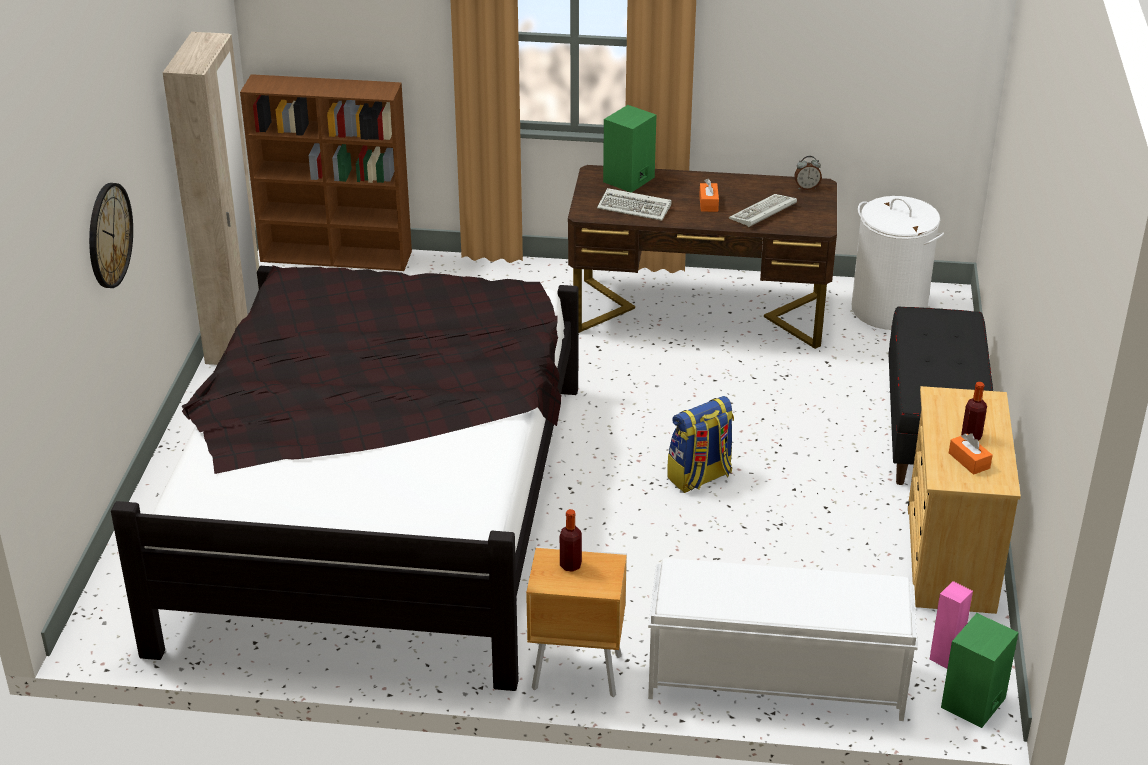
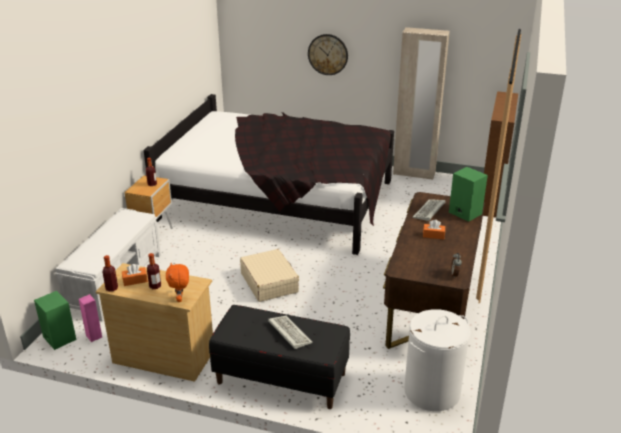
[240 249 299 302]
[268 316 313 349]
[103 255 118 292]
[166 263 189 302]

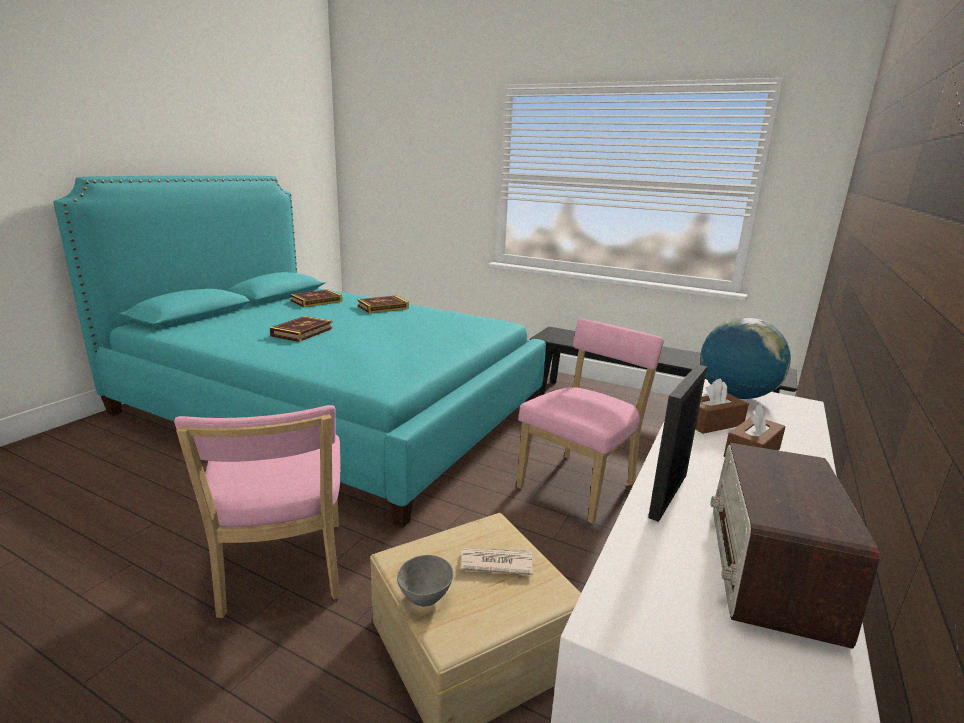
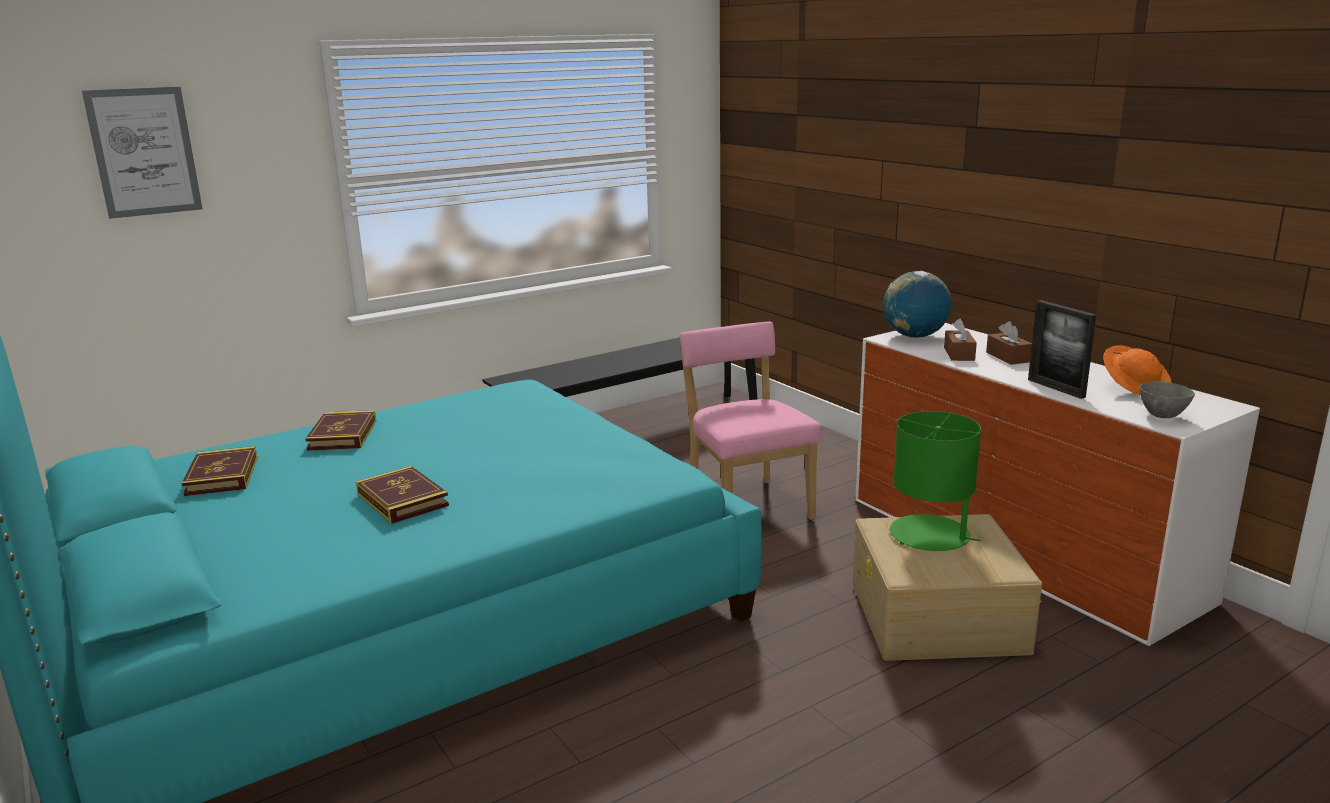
[174 405 341 618] (first image)
[1139 382 1195 418]
[890 411 981 551]
[1103 345 1171 396]
[82 87 203 219]

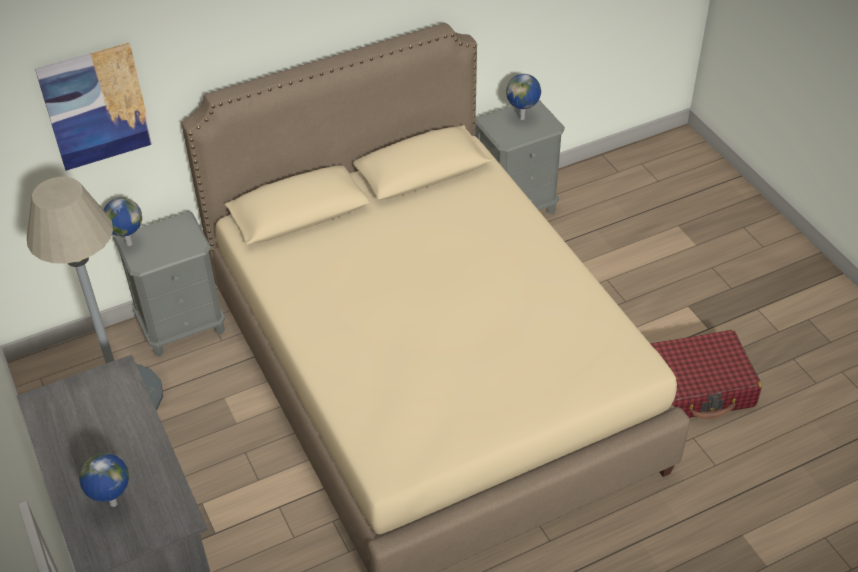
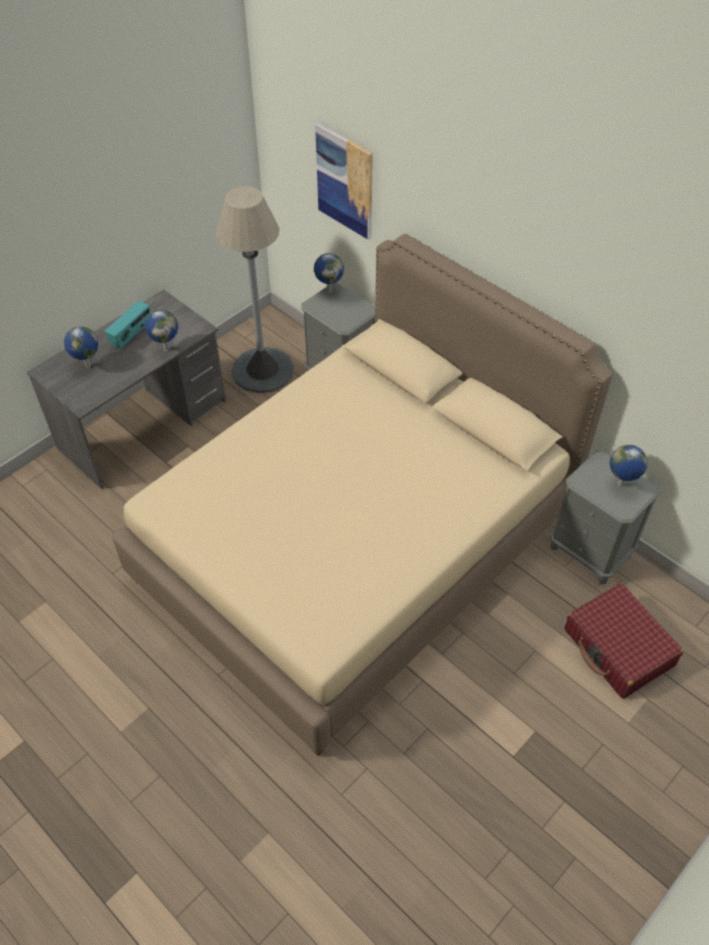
[565 583 683 699]
[105 301 150 349]
[145 310 178 351]

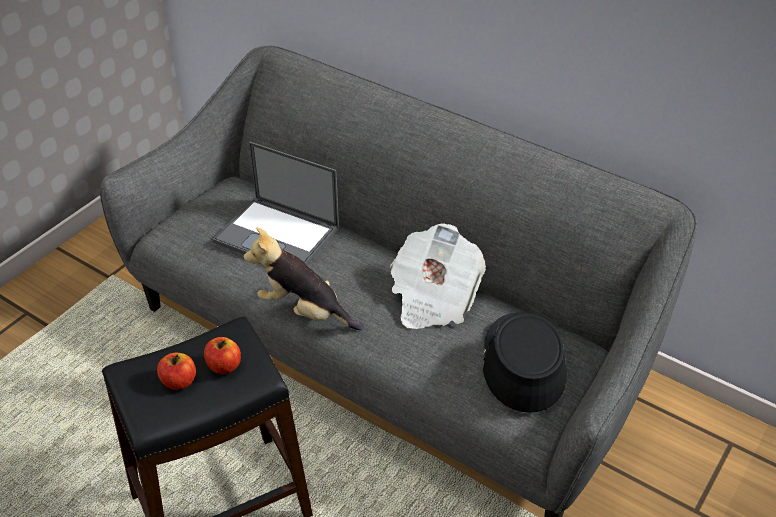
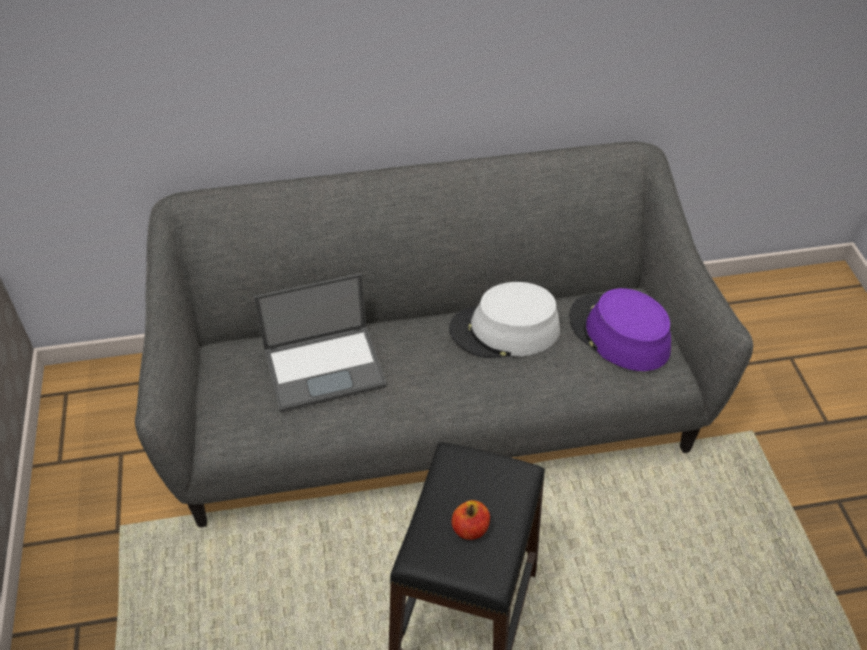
[204 337 241 374] (first image)
[244 227 364 330] (first image)
[449 282 560 358]
[569 288 671 371]

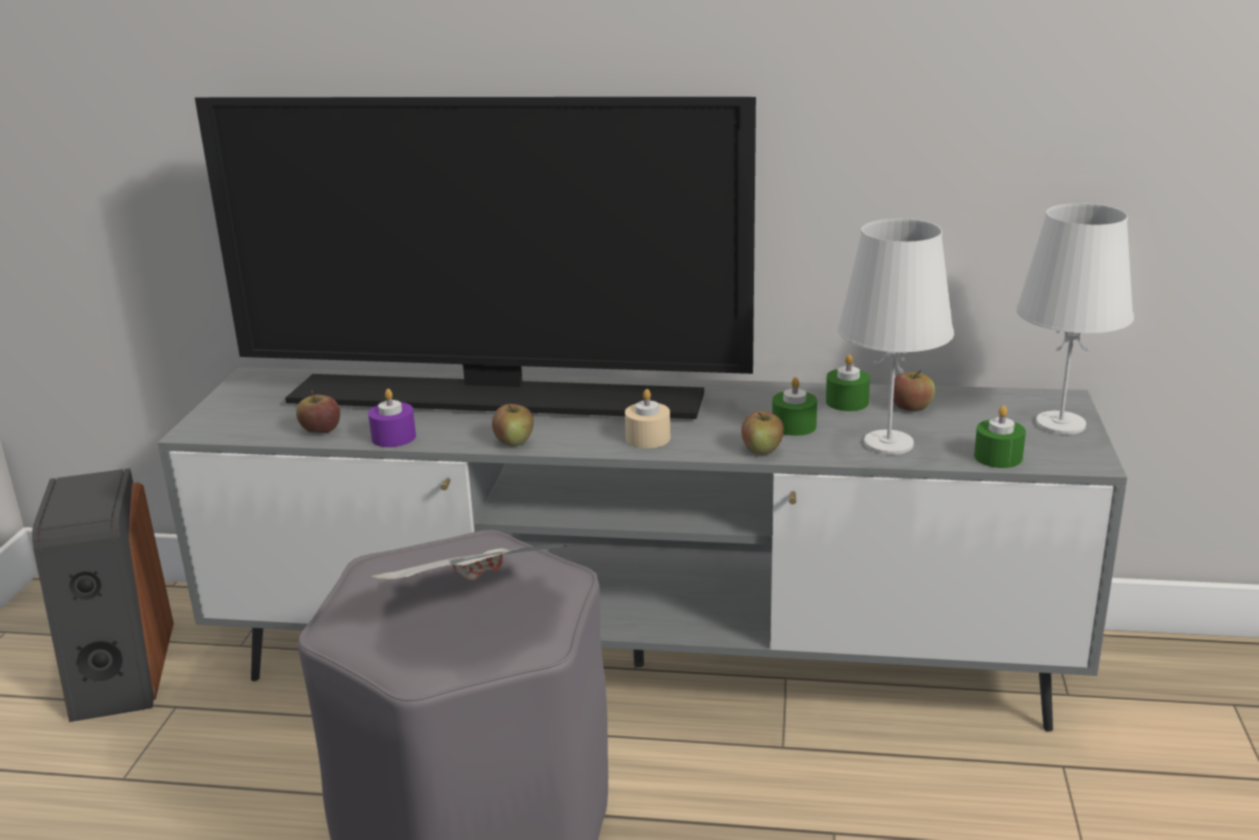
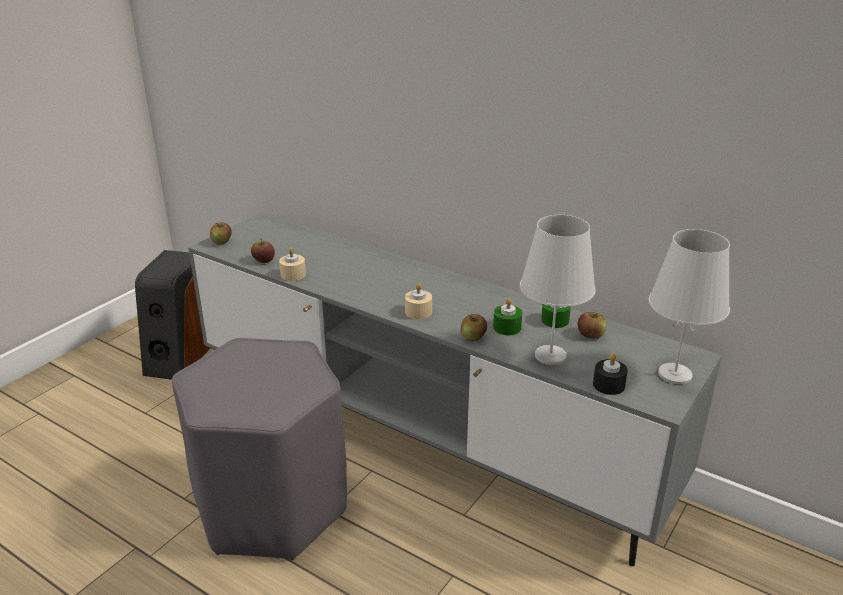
[195 97 756 419] (first image)
[279 248 306 281]
[371 544 569 580] (first image)
[210 223 232 245]
[593 354 628 395]

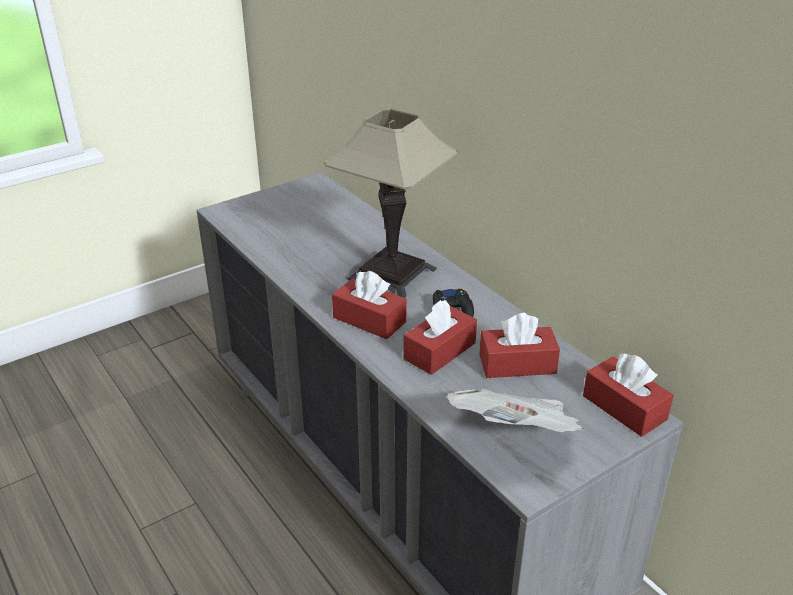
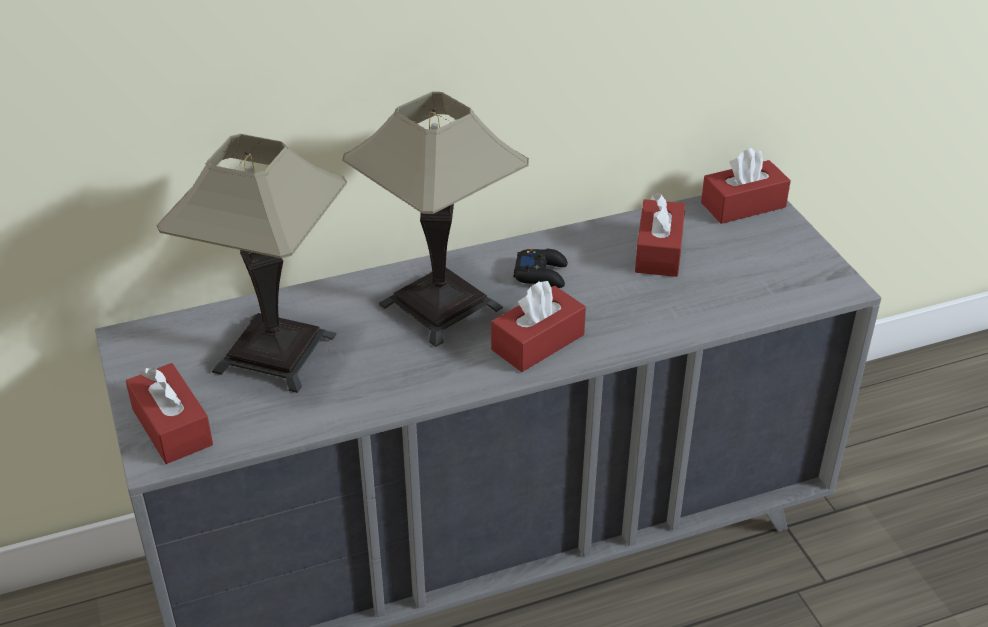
[126 363 213 464]
[447 389 584 432] (first image)
[157 134 347 393]

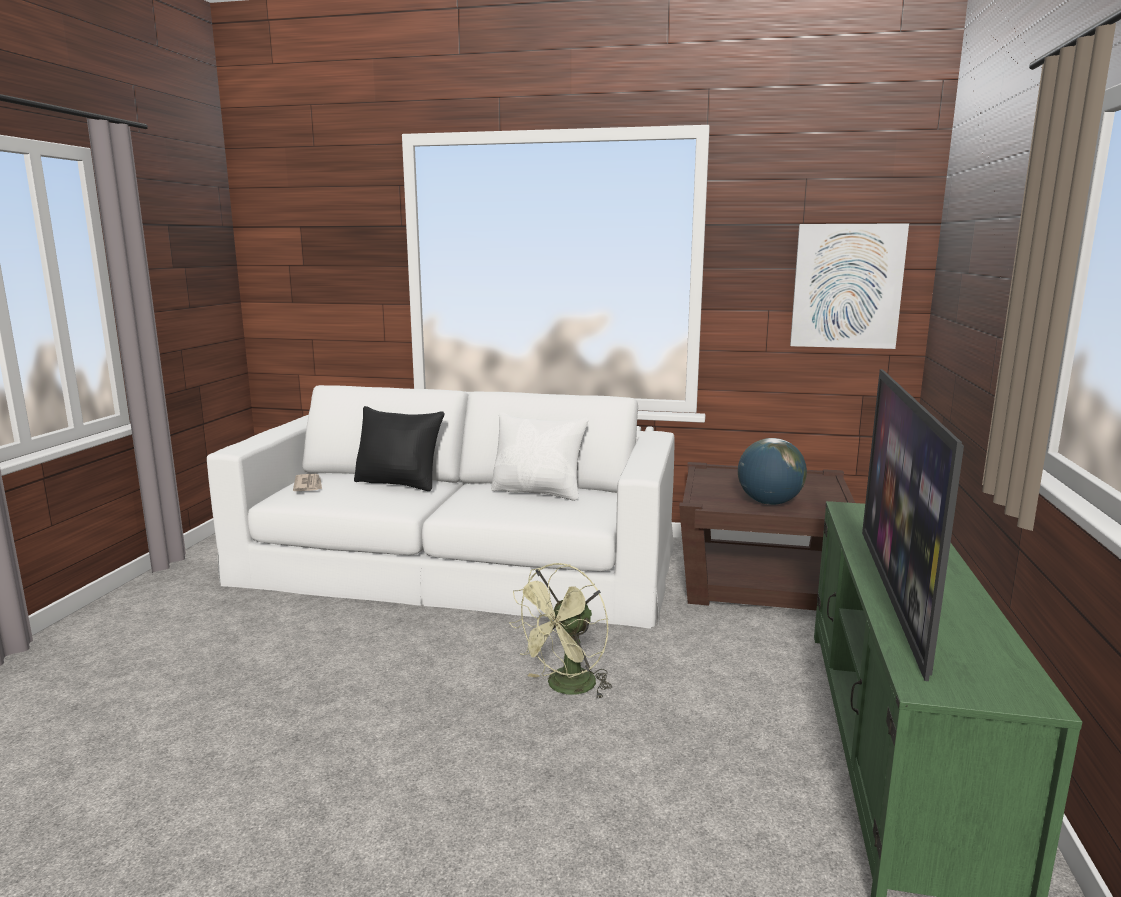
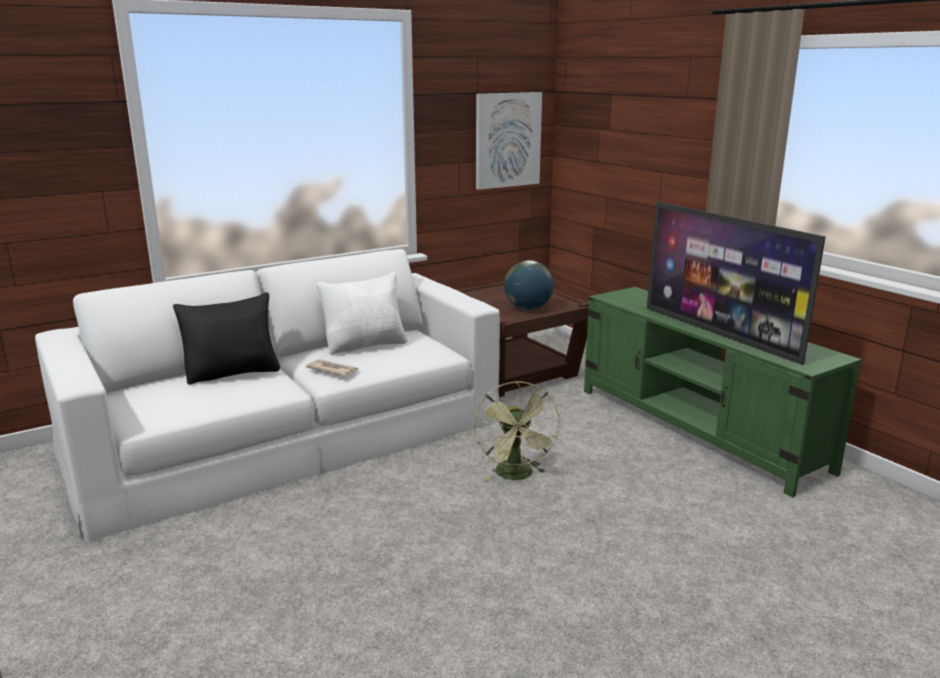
[306 359 358 376]

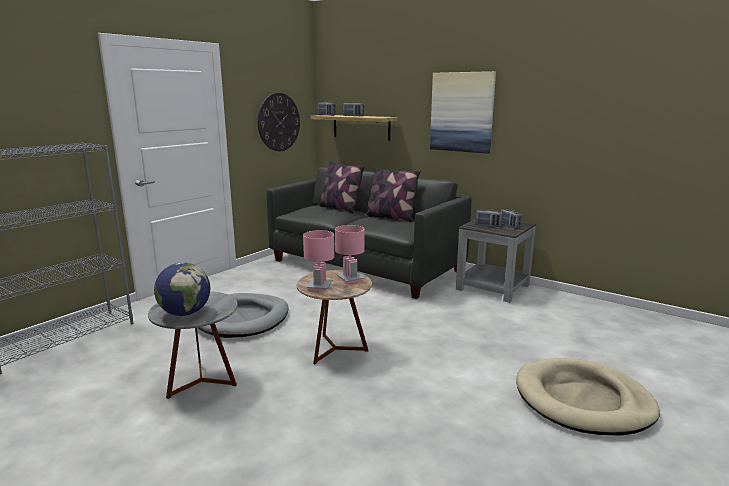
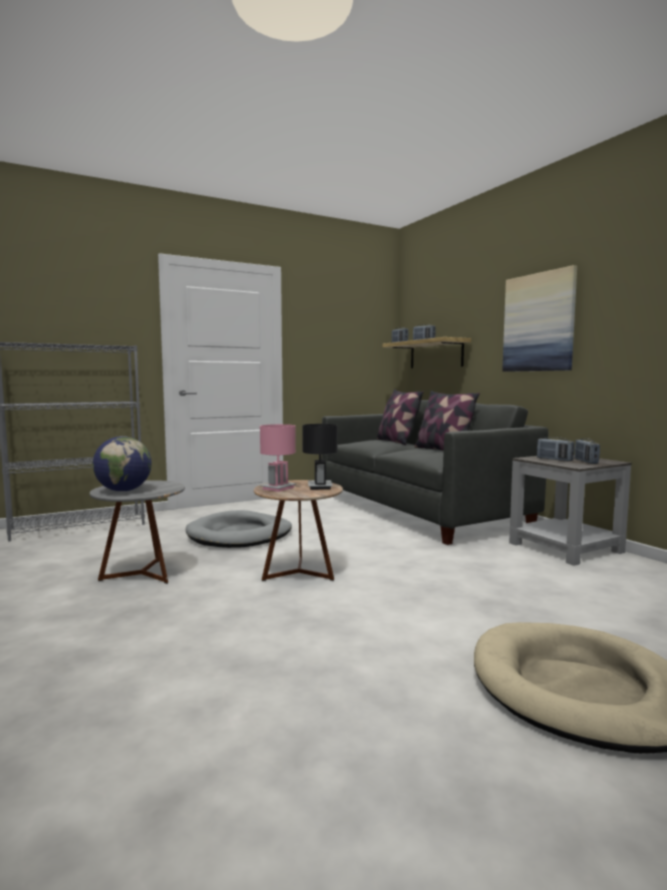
[258 93 300 151] (first image)
[302 424 337 490]

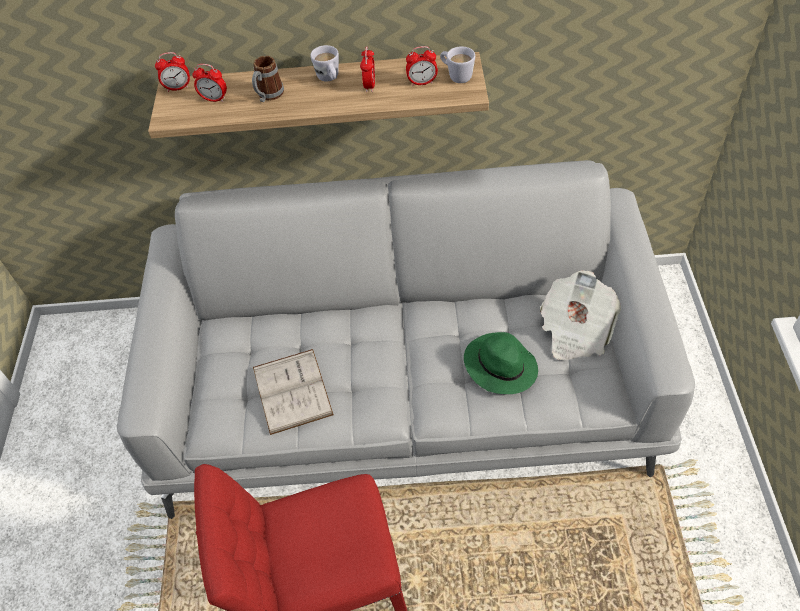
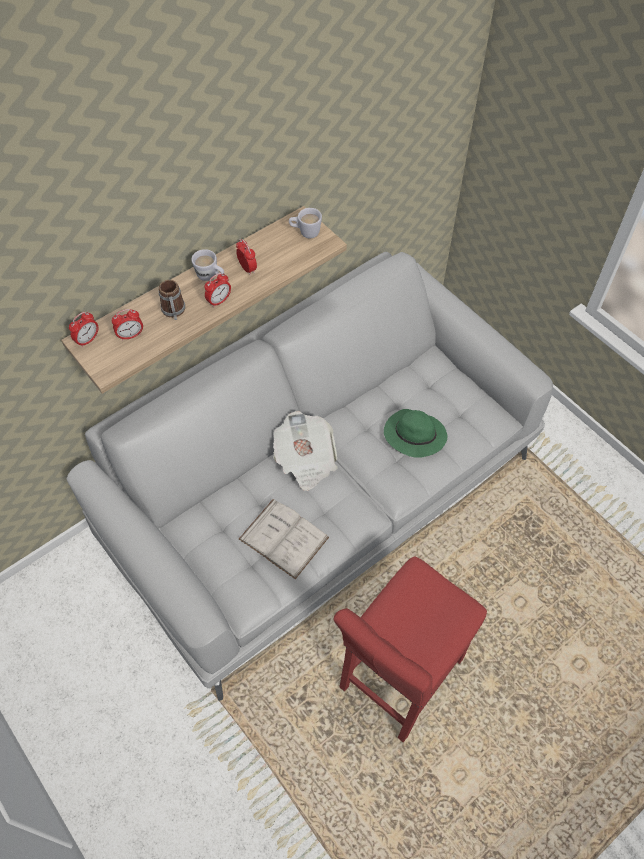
[204 273 231 308]
[273 411 338 491]

